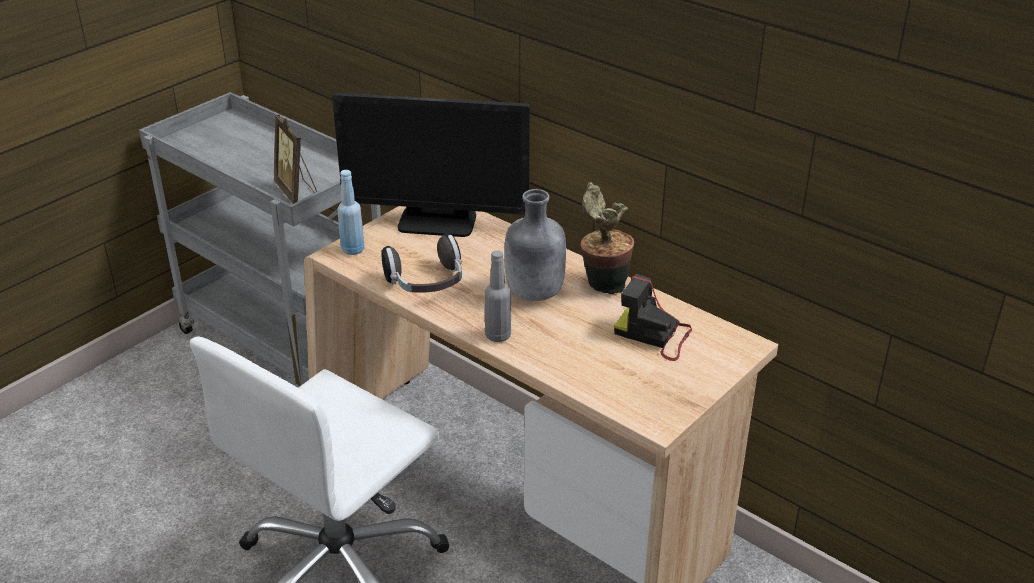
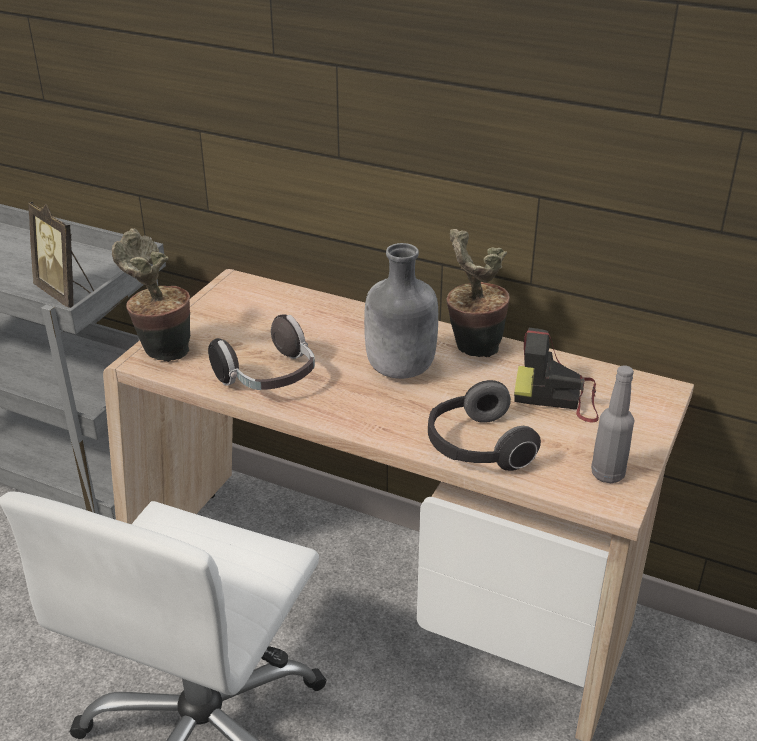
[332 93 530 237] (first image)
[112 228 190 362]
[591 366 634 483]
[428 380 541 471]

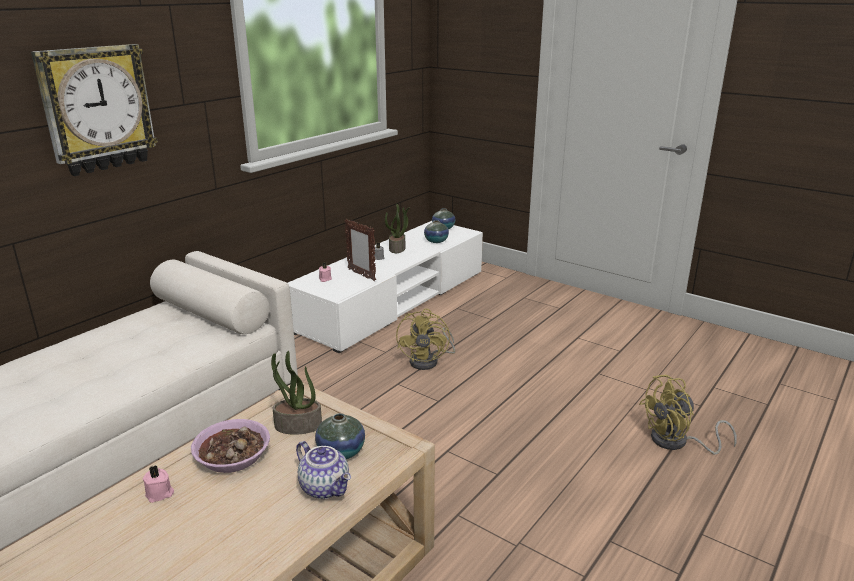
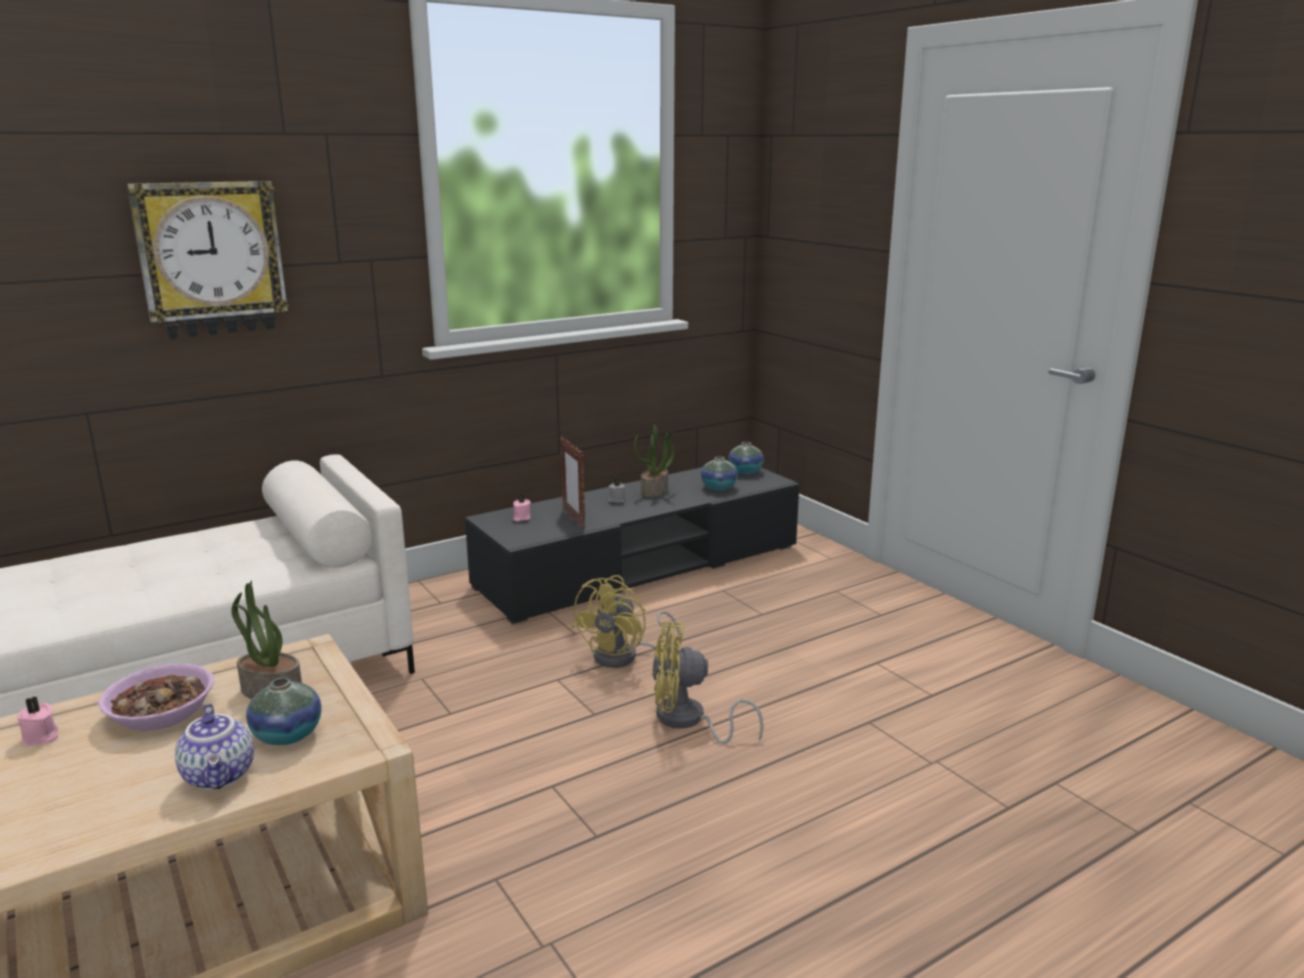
[465 467 799 625]
[652 622 764 744]

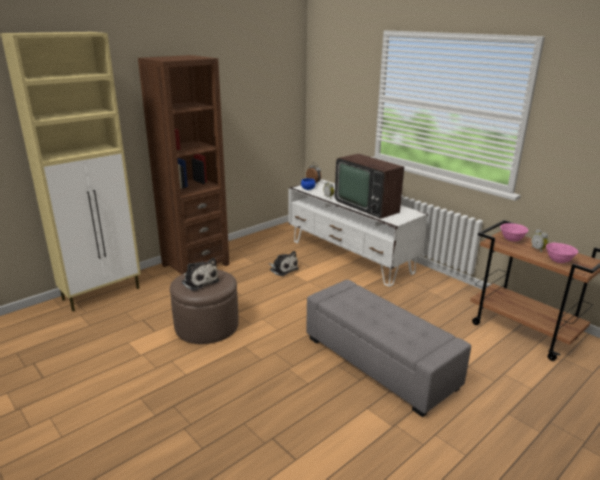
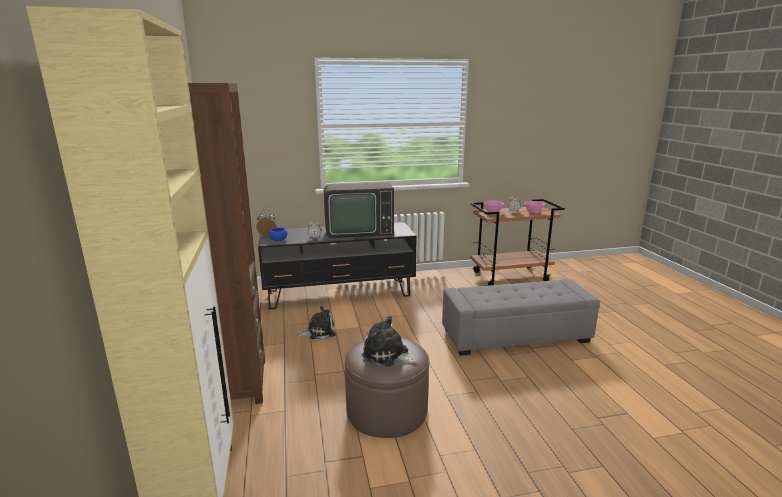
[362 316 417 367]
[258 222 417 309]

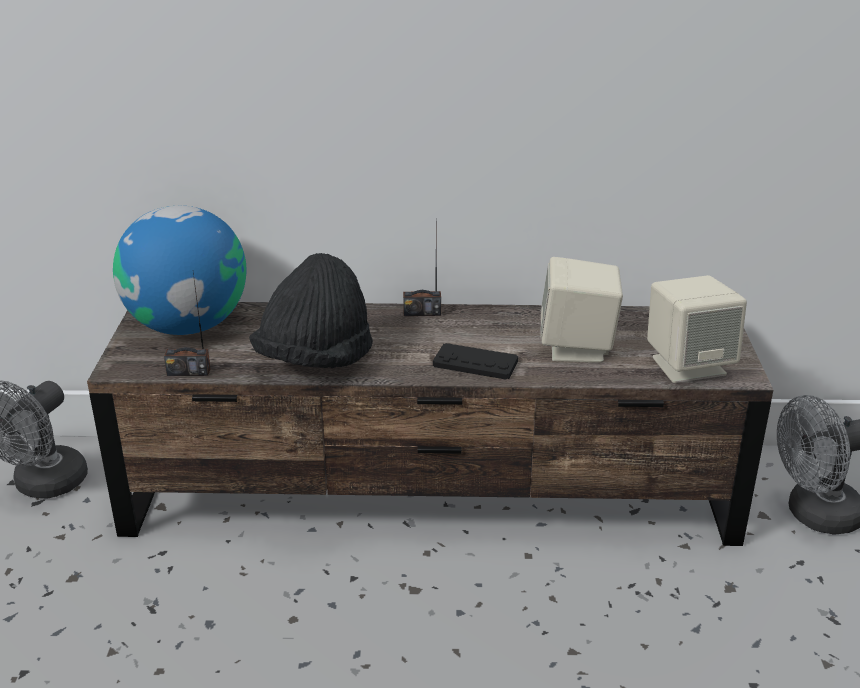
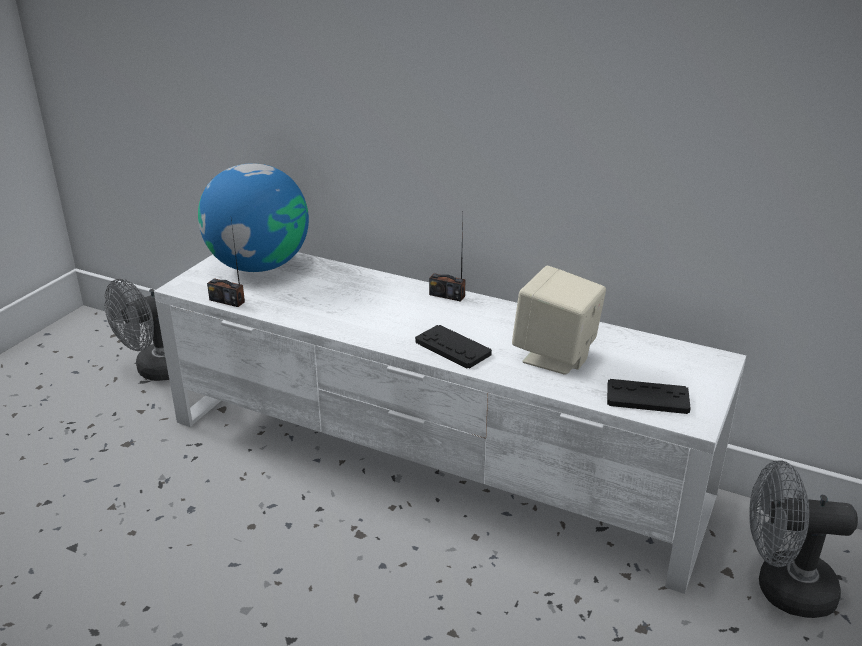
[154 252 746 594]
[249 253 373 368] (first image)
[607 379 691 414]

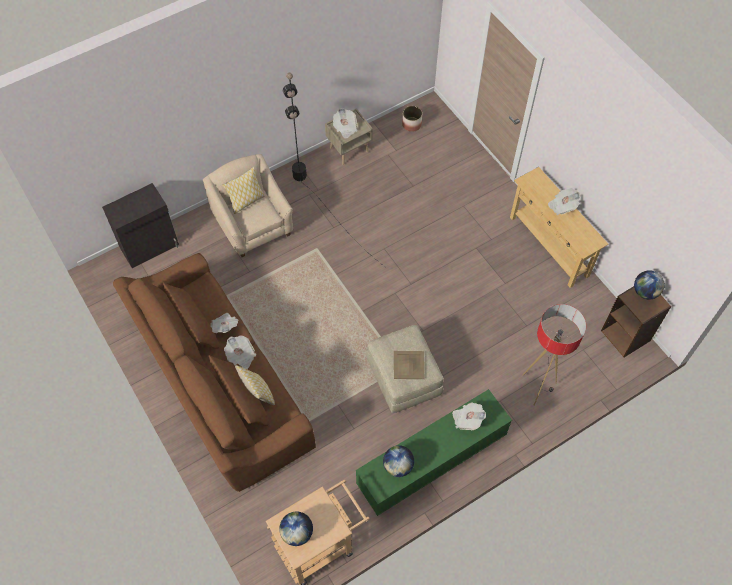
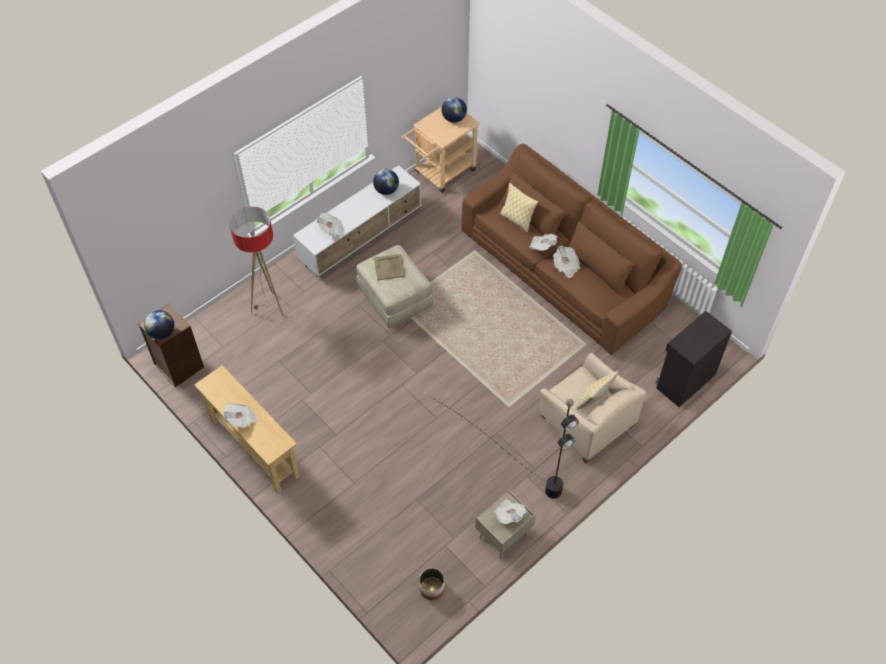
[293 165 421 277]

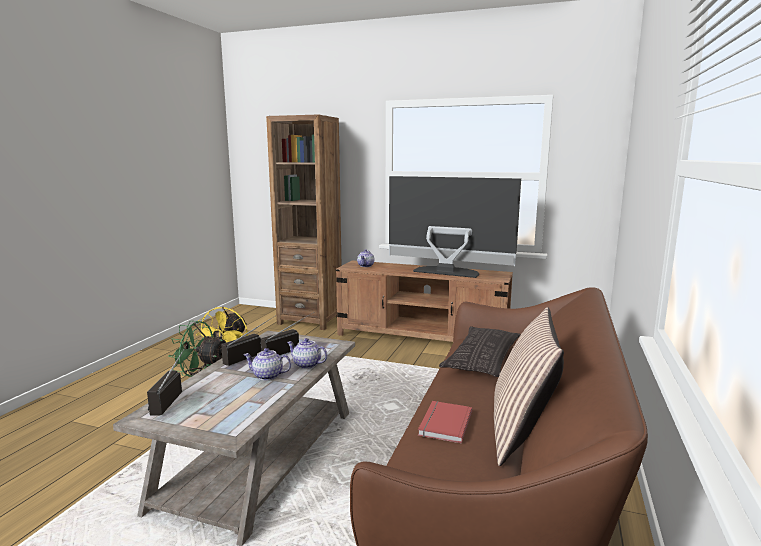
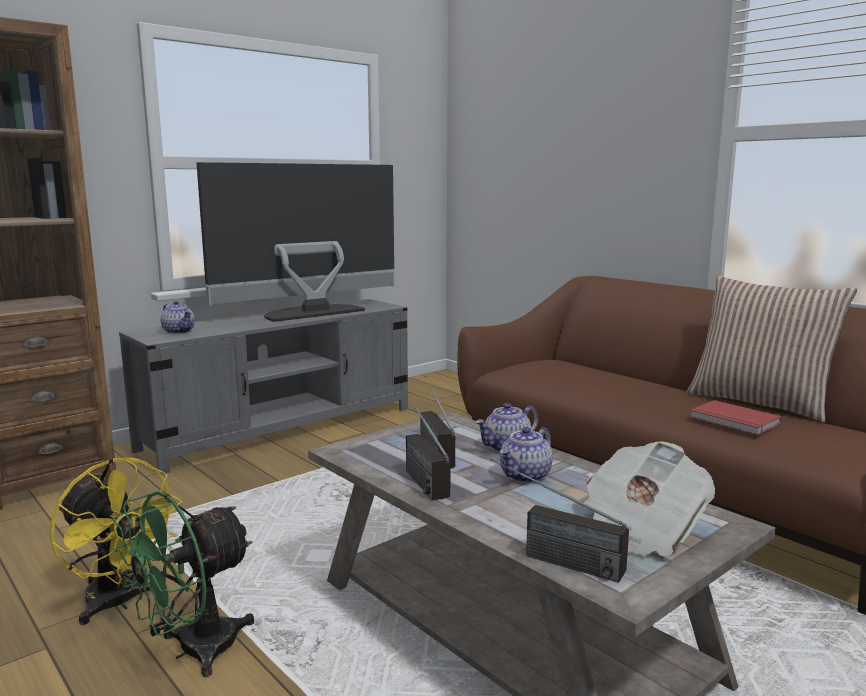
[119 299 408 474]
[439 327 521 377] (first image)
[584 441 715 556]

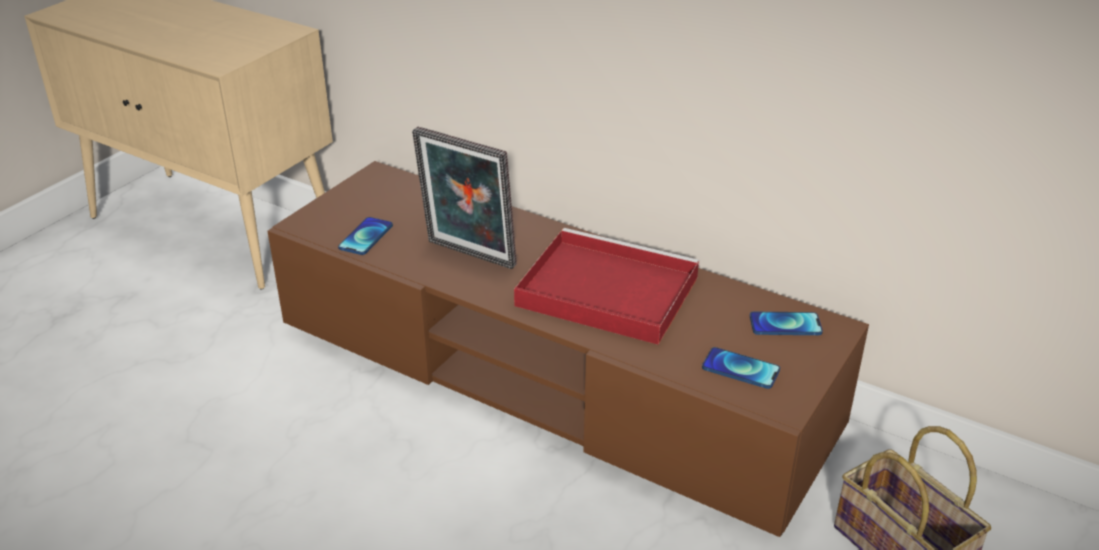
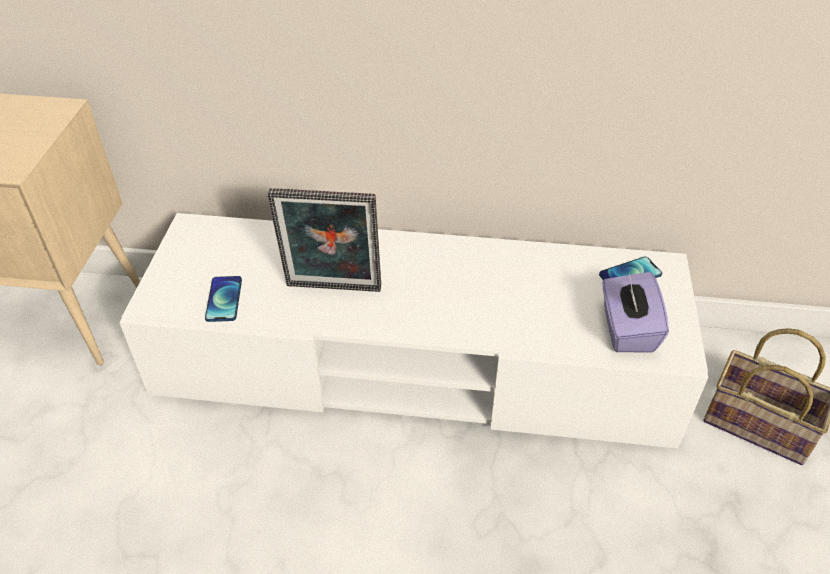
[119 213 708 448]
[514 228 700 345] (first image)
[602 272 669 353]

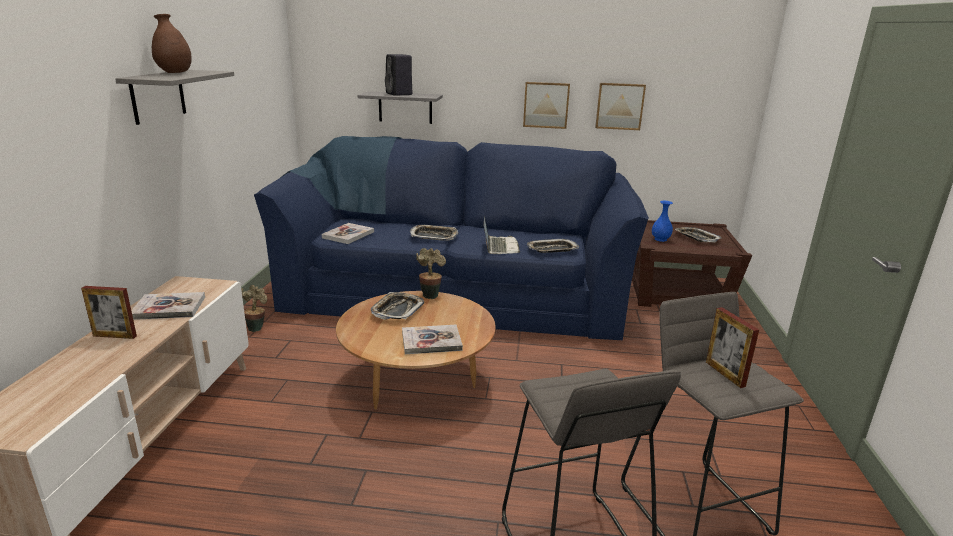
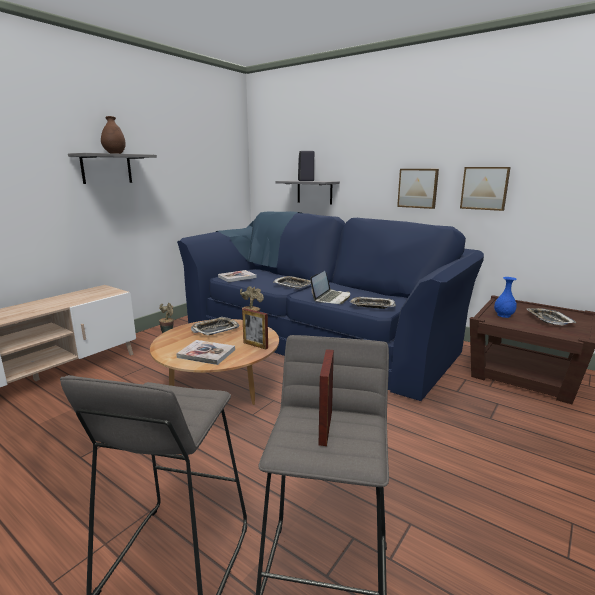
[242 308 268 349]
[131 292 205 320] (first image)

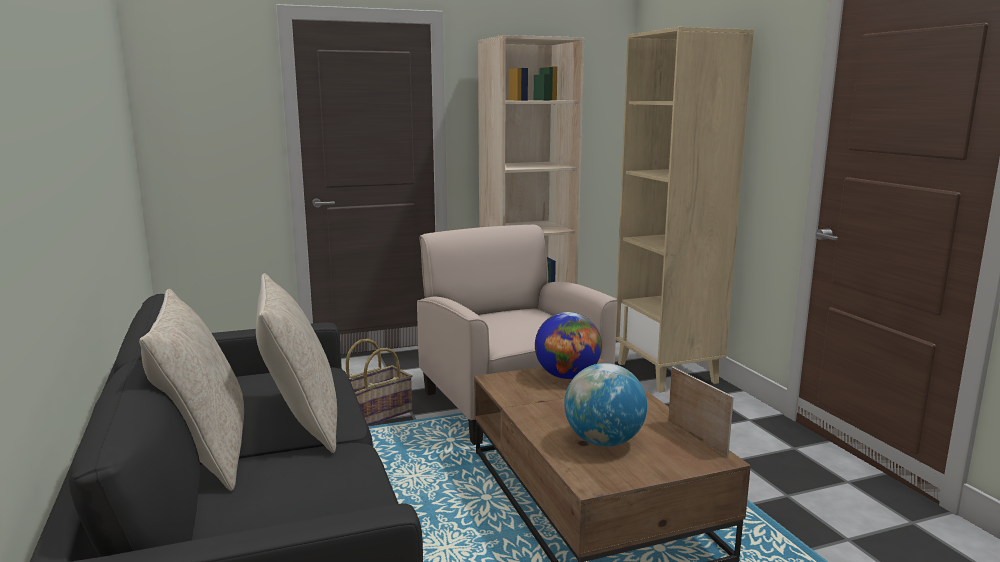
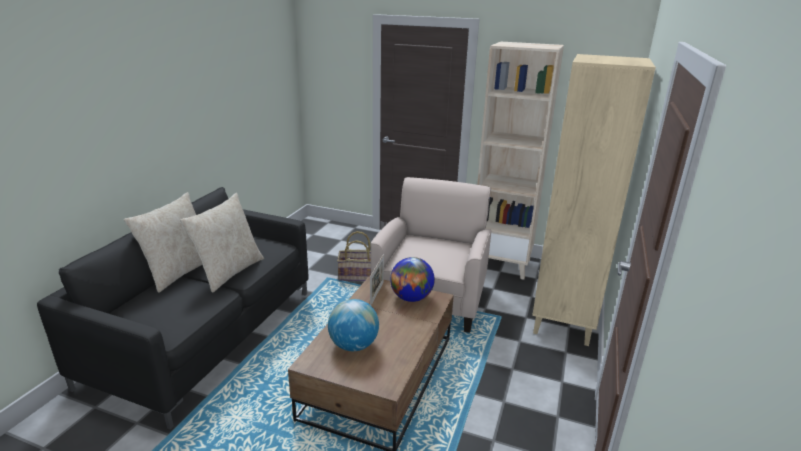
[370 254 384 305]

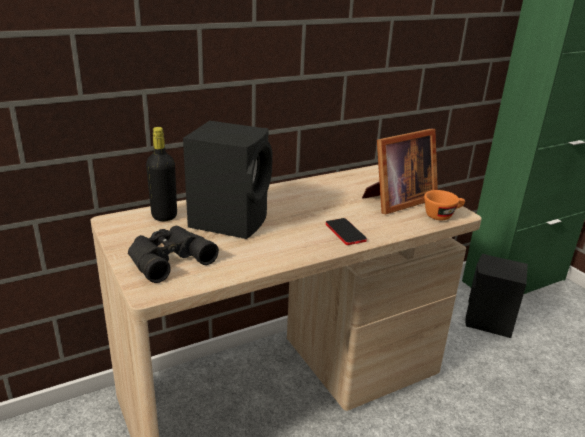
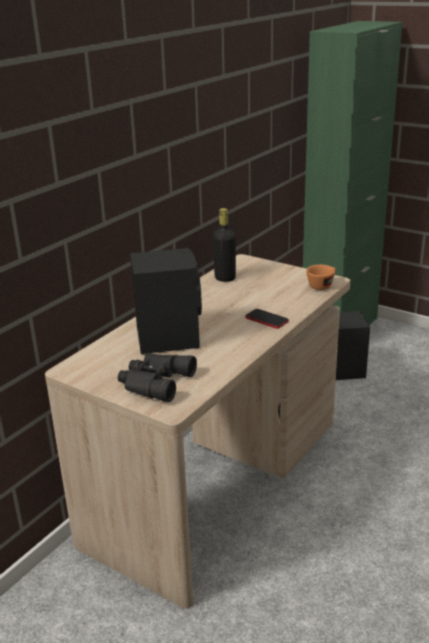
[213 208 236 282]
[362 129 438 214] (first image)

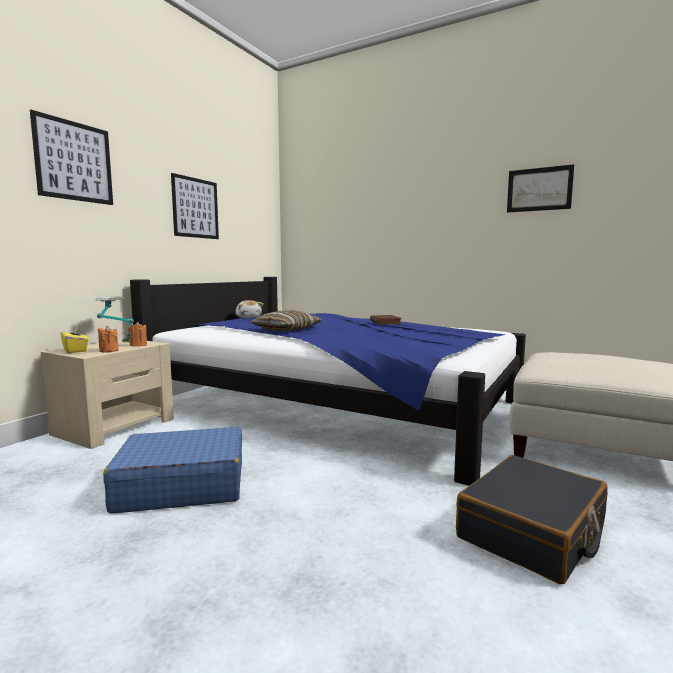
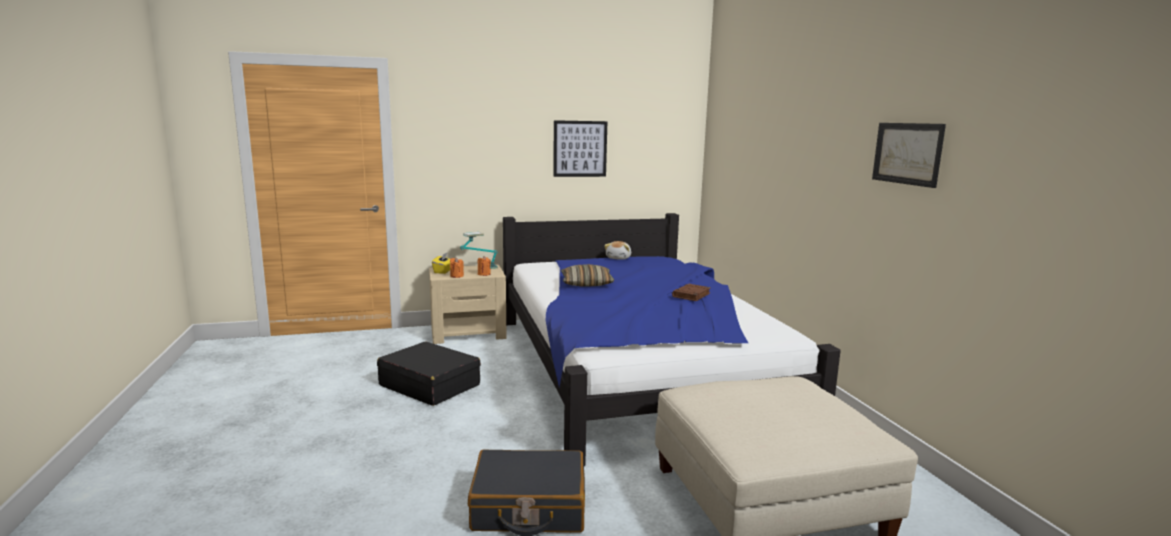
[30 110 113 205] (first image)
[377 342 481 406]

